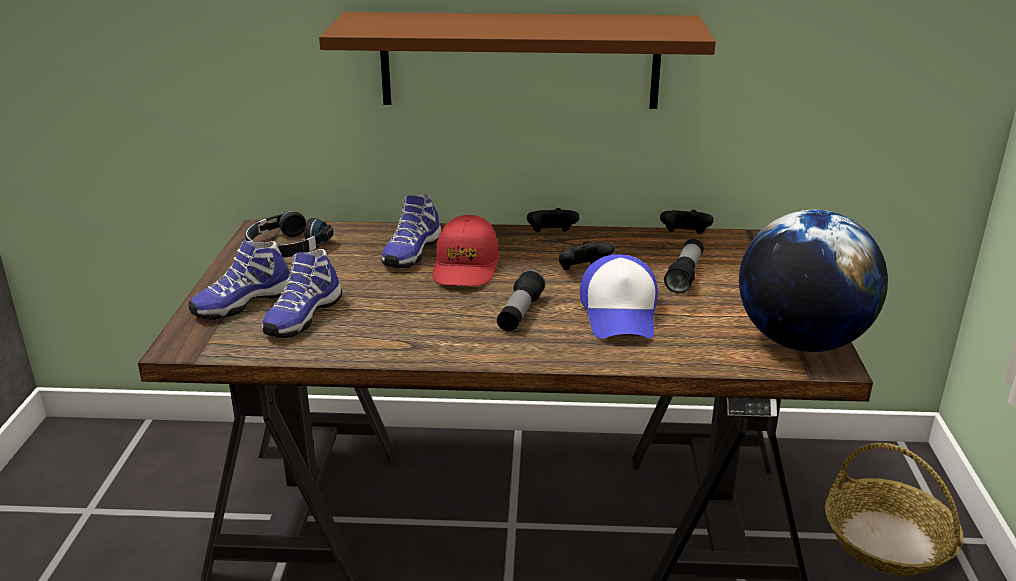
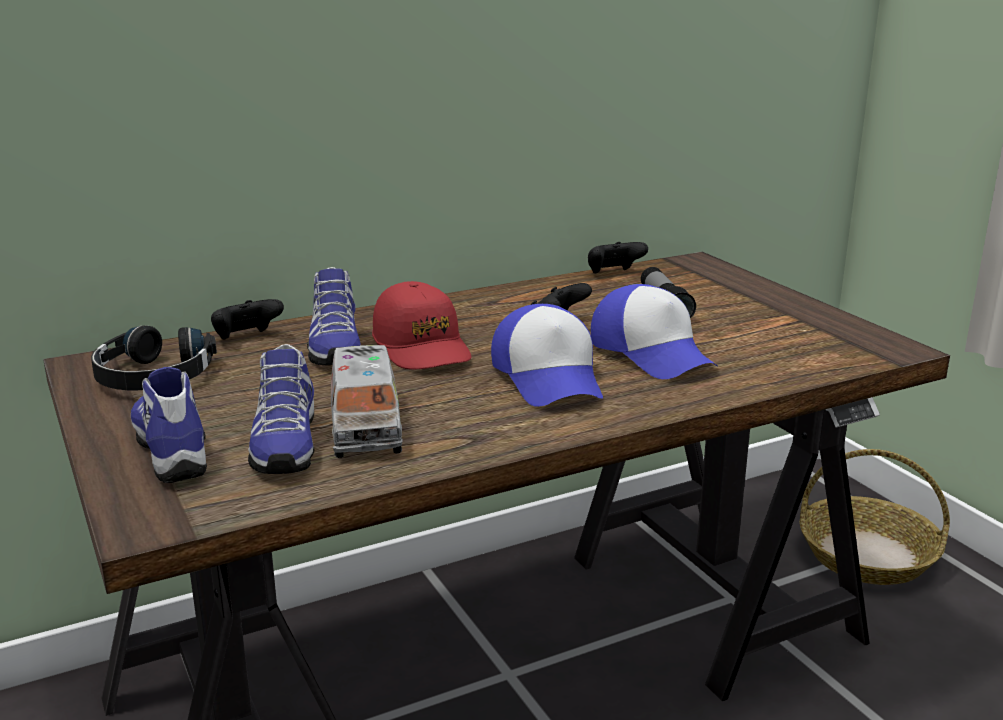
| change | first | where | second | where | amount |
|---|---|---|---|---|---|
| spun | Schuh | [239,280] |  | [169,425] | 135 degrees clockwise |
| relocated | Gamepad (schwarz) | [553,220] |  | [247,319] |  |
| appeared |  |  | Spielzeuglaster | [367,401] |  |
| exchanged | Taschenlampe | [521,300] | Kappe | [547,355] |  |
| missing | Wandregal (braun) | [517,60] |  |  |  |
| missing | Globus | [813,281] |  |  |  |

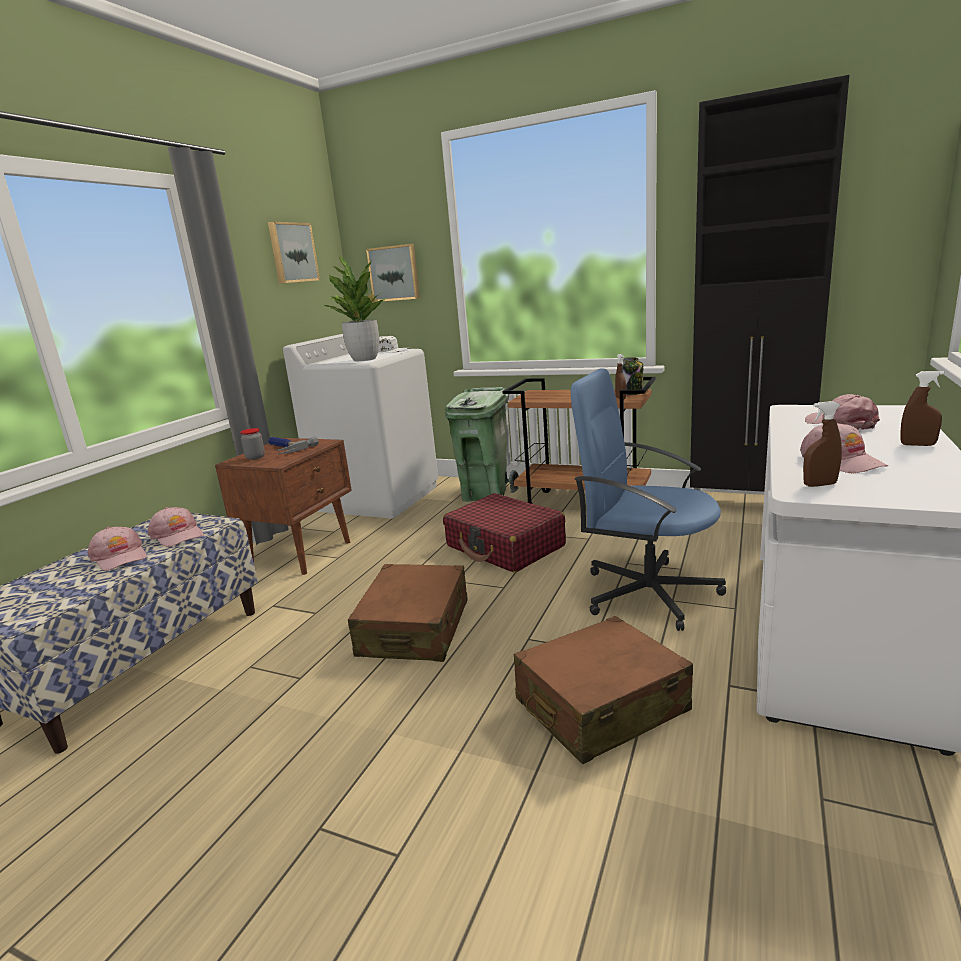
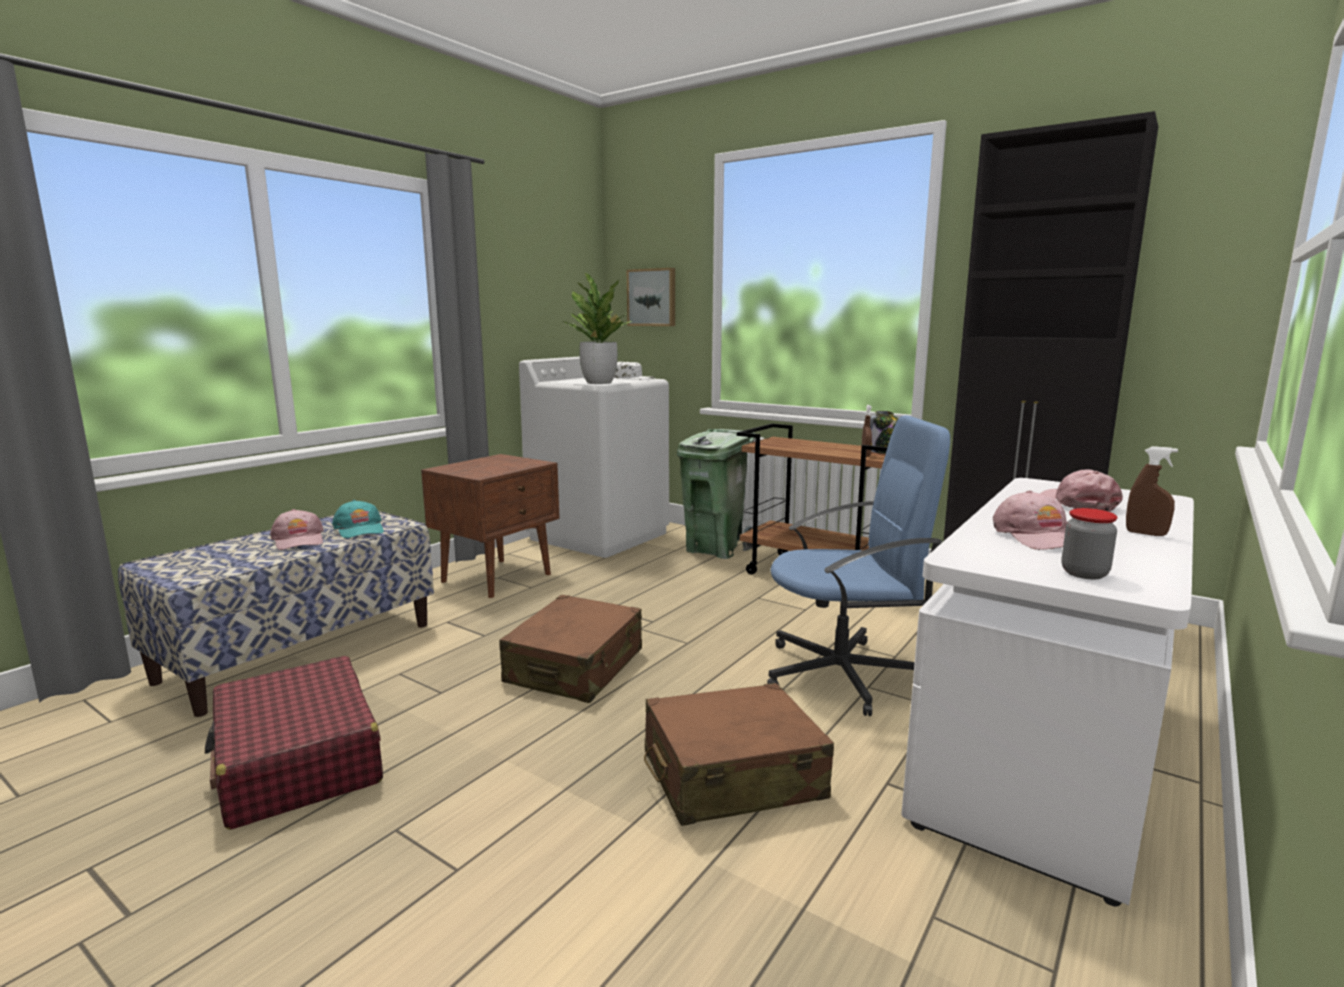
| change | first | where | second | where | amount |
|---|---|---|---|---|---|
| relocated | Koffer (rot) | [504,533] |  | [294,743] |  |
| colour | Kappe (rosa) | [176,527] | Kappe (türkis) | [358,519] |  |
| spun | Bürostuhl (blau) | [648,499] |  | [858,565] | 135 degrees clockwise |
| relocated | Vorratsglas | [252,444] |  | [1089,543] |  |
| missing | Bild | [294,252] |  |  |  |
| missing | Hammer | [293,445] |  |  |  |
| missing | Sprühflasche (braun) | [822,444] |  |  |  |

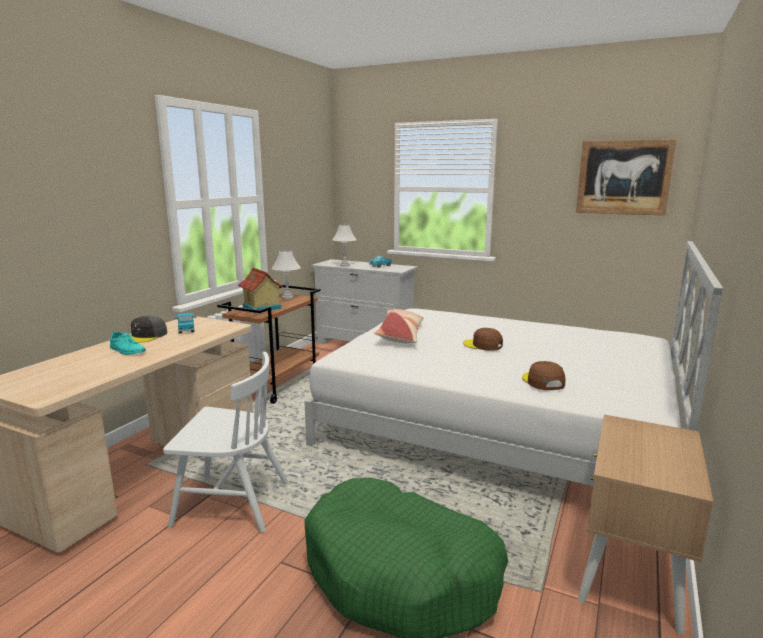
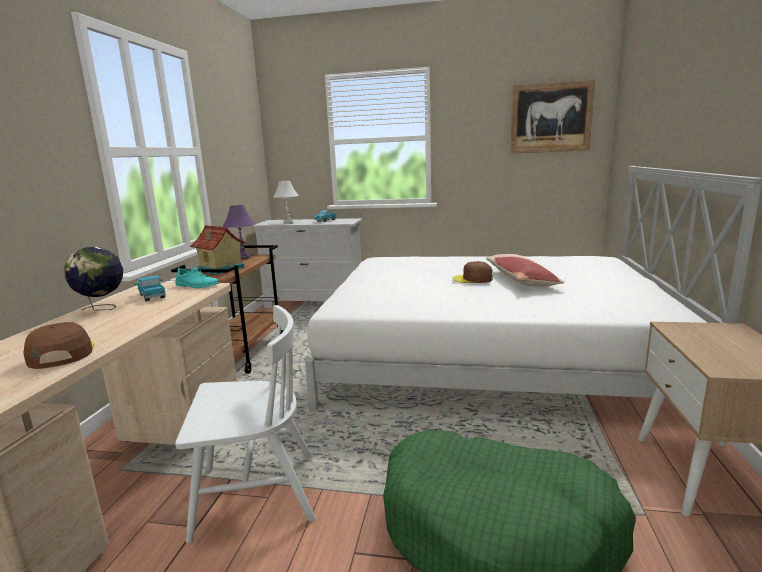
| change | first | where | second | where | amount |
|---|---|---|---|---|---|
| relocated | Kappe (braun) | [544,375] |  | [58,345] |  |
| exchanged | Kappe (grau) | [149,329] | Globus | [93,279] |  |
| relocated | Schuh (türkis) | [128,343] |  | [197,278] |  |
| colour | Tischlampe (weiß) | [286,275] | Tischlampe (lila) | [239,232] |  |
| relocated | Kissen | [399,326] |  | [525,270] |  |

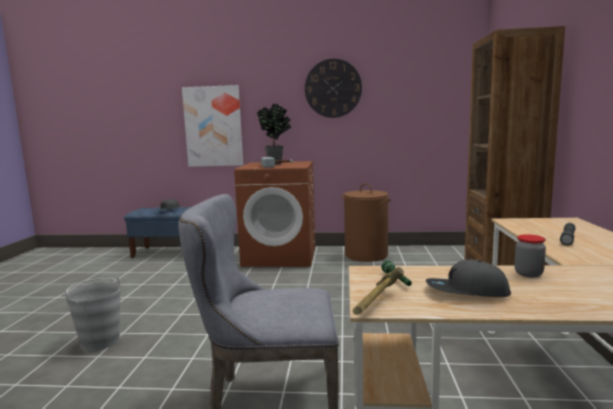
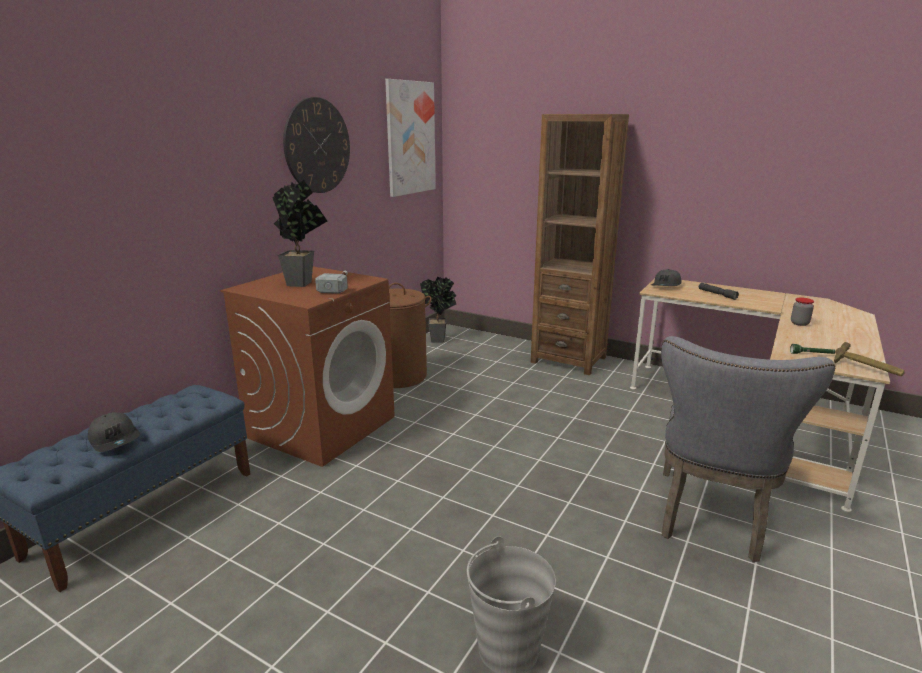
| change | first | where | second | where | amount |
|---|---|---|---|---|---|
| relocated | Bild | [212,126] |  | [410,138] |  |
| appeared |  |  | Topfpflanze | [438,310] |  |
| relocated | Kappe (grau) | [468,278] |  | [666,277] |  |

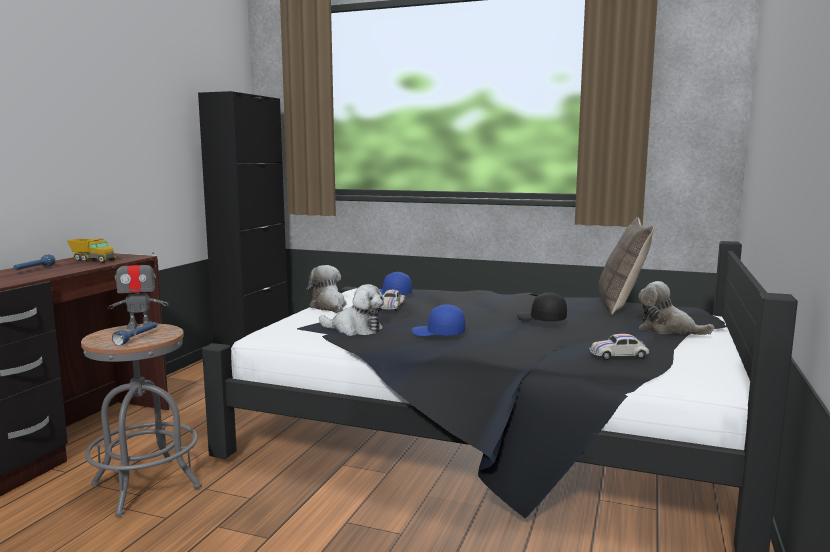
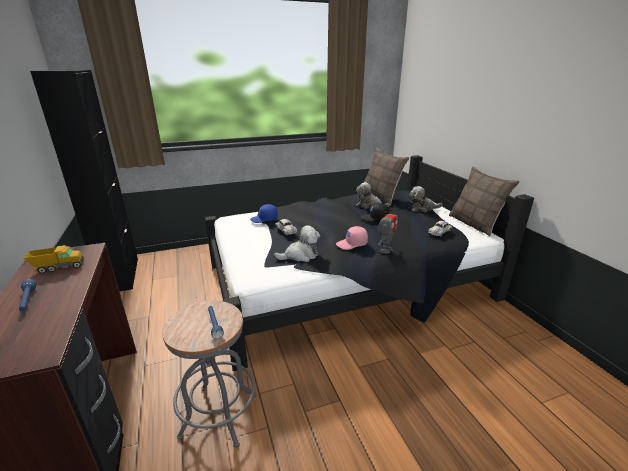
| change | first | where | second | where | amount |
|---|---|---|---|---|---|
| colour | Kappe (blau) | [438,320] | Kappe (rosa) | [352,238] |  |
| relocated | Plüschtier | [326,289] |  | [373,195] |  |
| relocated | Spielzeugroboter | [138,291] |  | [388,230] |  |
| appeared |  |  | Kissen | [484,201] |  |

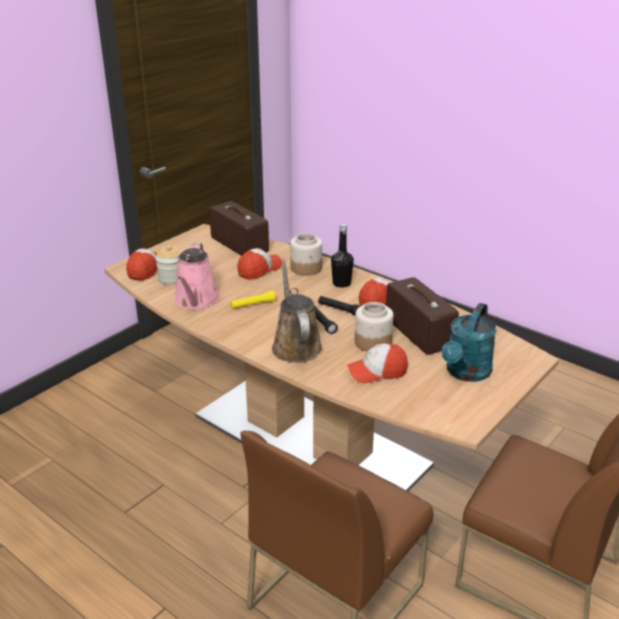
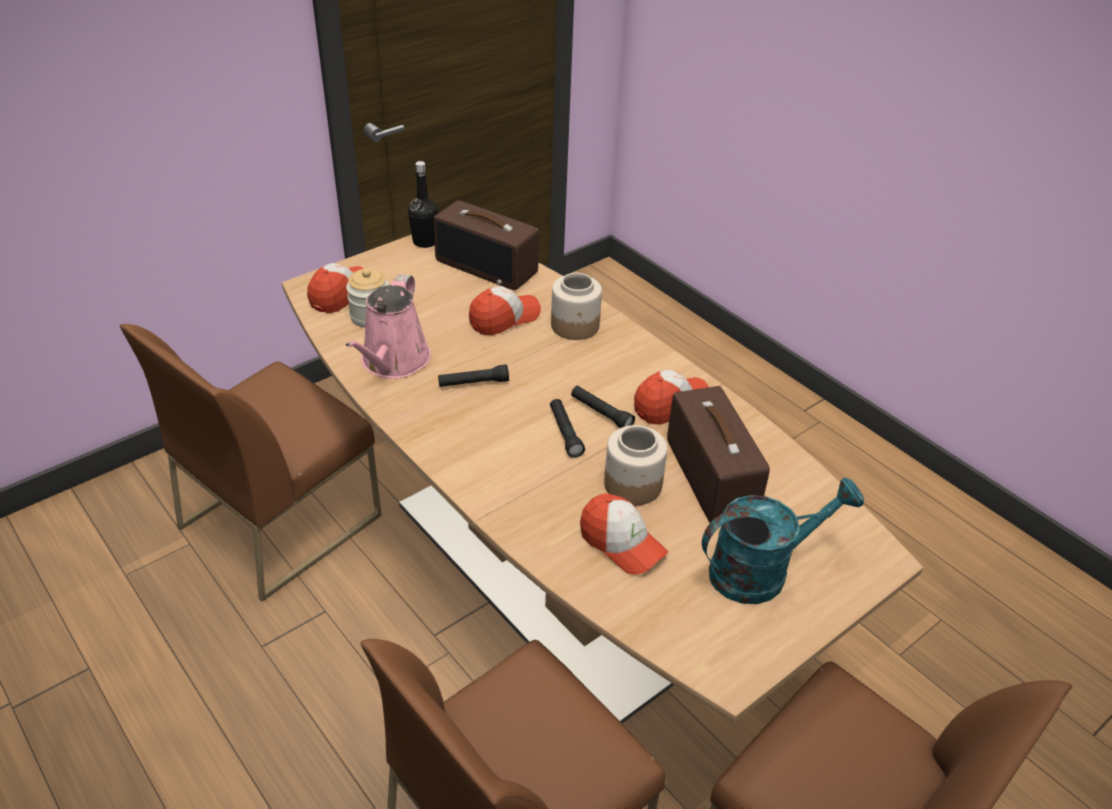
| change | first | where | second | where | amount |
|---|---|---|---|---|---|
| appeared |  |  | Stuhl (braun) | [251,462] |  |
| relocated | Flasche (schwarz) | [342,255] |  | [423,204] |  |
| spun | Radio | [239,228] |  | [486,245] | 150 degrees clockwise |
| colour | Taschenlampe (gelb) | [253,299] | Taschenlampe (schwarz) | [473,375] |  |
| spun | Kappe | [377,363] |  | [624,534] | 135 degrees counterclockwise |
| spun | Gießkanne (türkis) | [469,342] |  | [783,540] | 150 degrees counterclockwise |
| missing | Gießkanne (braun) | [297,311] |  |  |  |

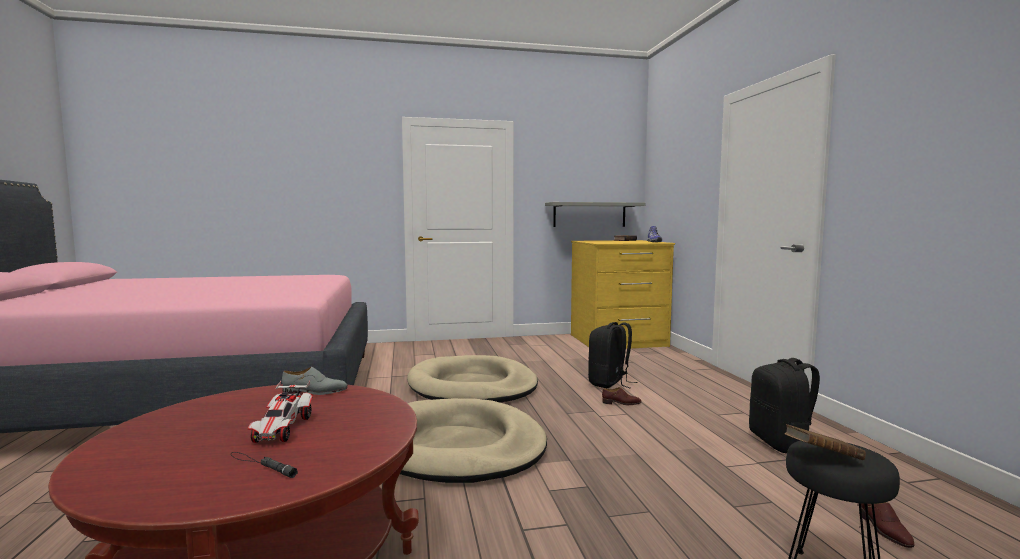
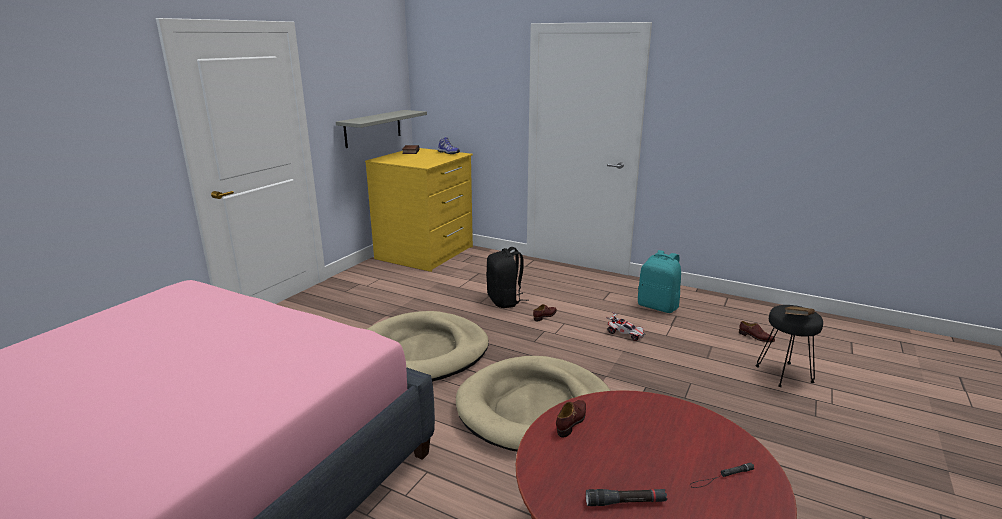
| change | first | where | second | where | amount |
|---|---|---|---|---|---|
| colour | Schuh (grau) | [315,381] | Schuh (braun) | [571,419] |  |
| appeared |  |  | Taschenlampe (schwarz) | [626,497] |  |
| relocated | Spielzeugauto | [280,411] |  | [626,326] |  |
| colour | Rucksack (schwarz) | [784,406] | Rucksack (türkis) | [659,281] |  |

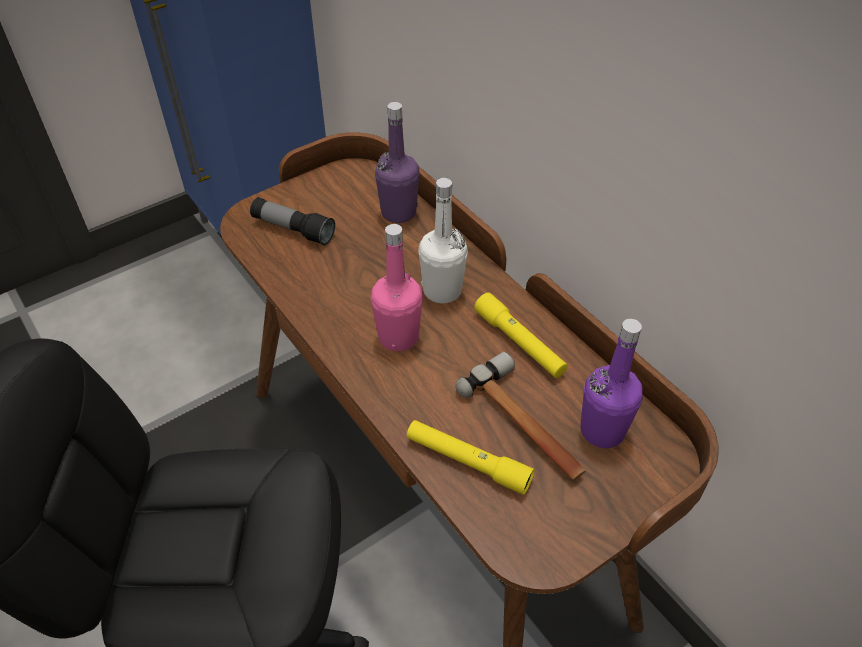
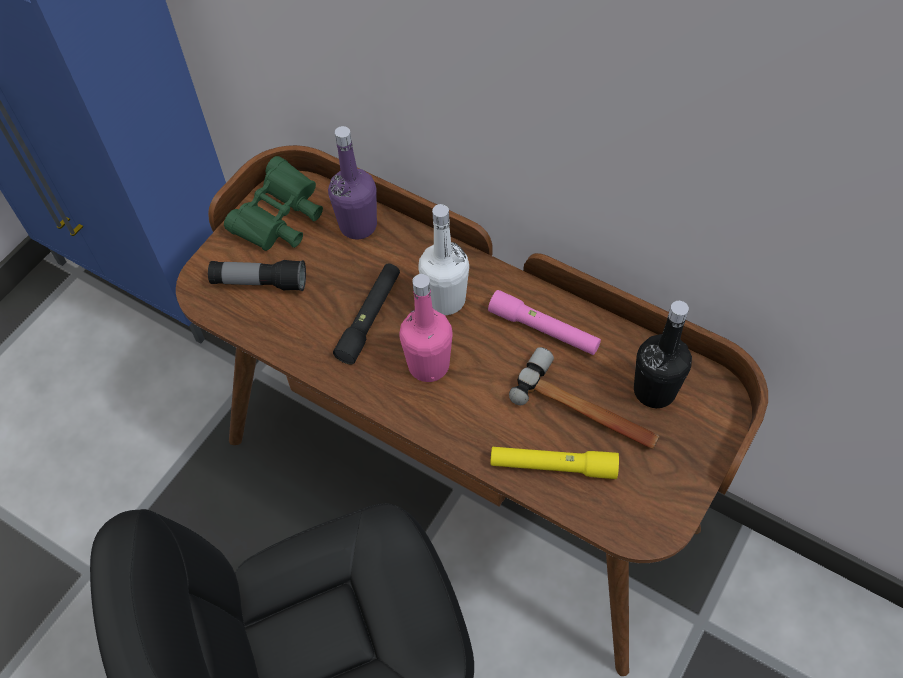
| change | first | where | second | where | amount |
|---|---|---|---|---|---|
| appeared |  |  | Fernglas (grün) | [273,203] |  |
| appeared |  |  | Taschenlampe (schwarz) | [366,314] |  |
| colour | Taschenlampe (gelb) | [521,335] | Taschenlampe (rosa) | [544,322] |  |
| colour | Flasche (lila) | [611,383] | Flasche (schwarz) | [663,354] |  |

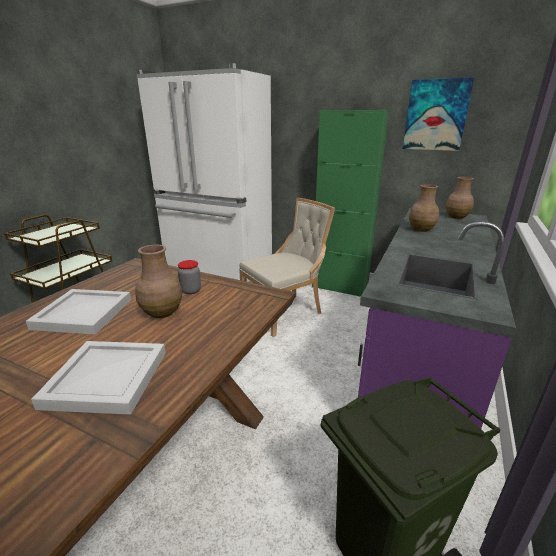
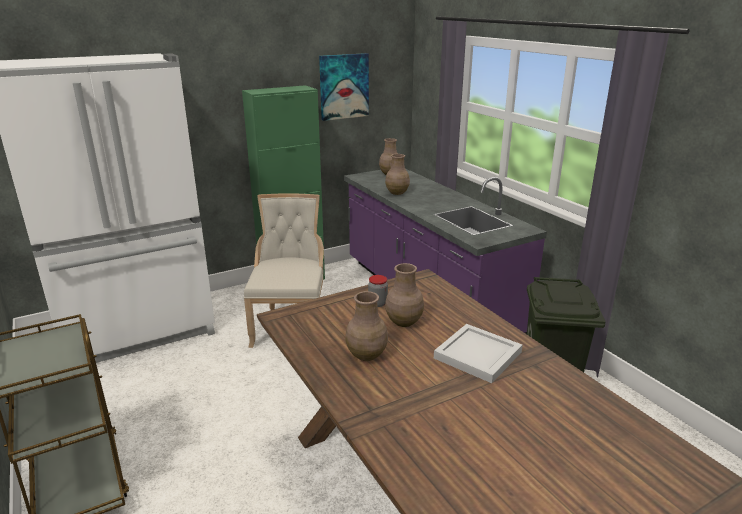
| change | first | where | second | where | amount |
|---|---|---|---|---|---|
| exchanged | Tablett (weiß) | [78,312] | Vase (braun) | [366,326] |  |

